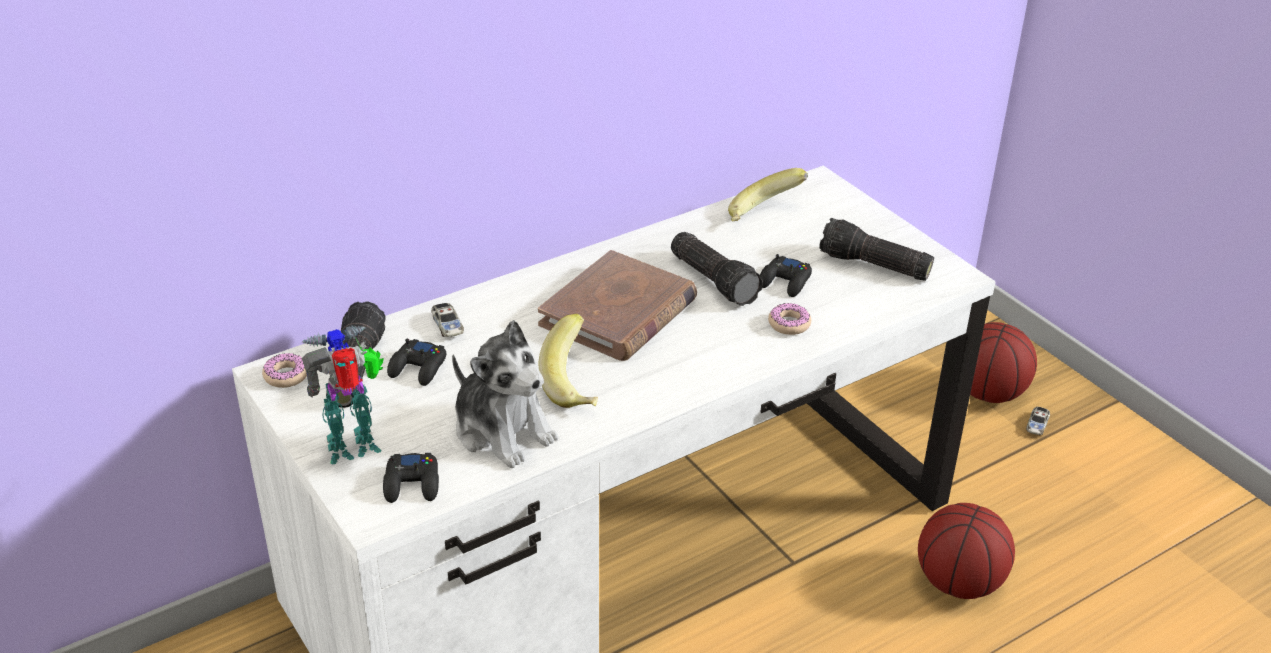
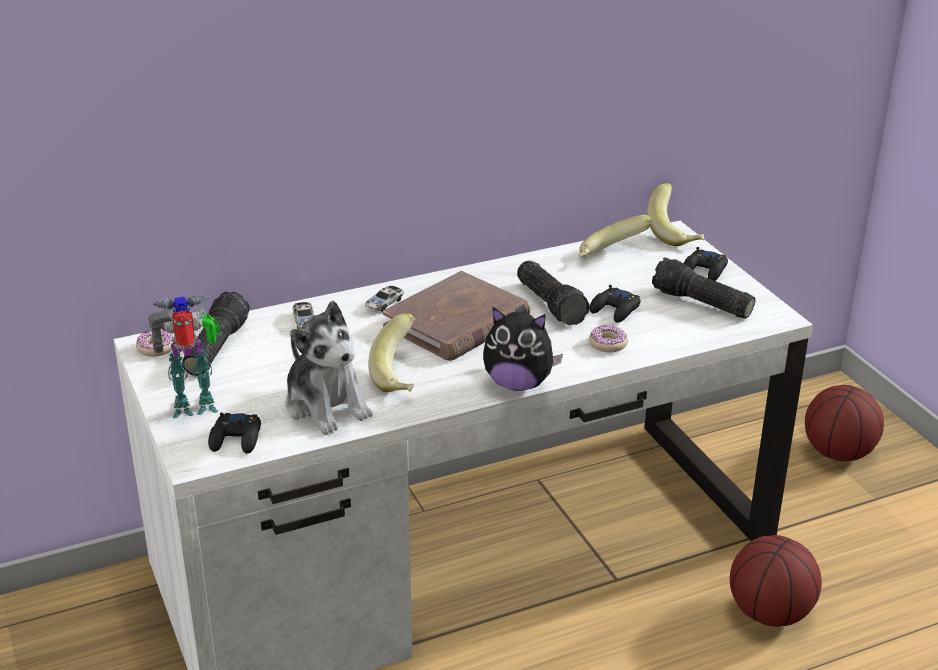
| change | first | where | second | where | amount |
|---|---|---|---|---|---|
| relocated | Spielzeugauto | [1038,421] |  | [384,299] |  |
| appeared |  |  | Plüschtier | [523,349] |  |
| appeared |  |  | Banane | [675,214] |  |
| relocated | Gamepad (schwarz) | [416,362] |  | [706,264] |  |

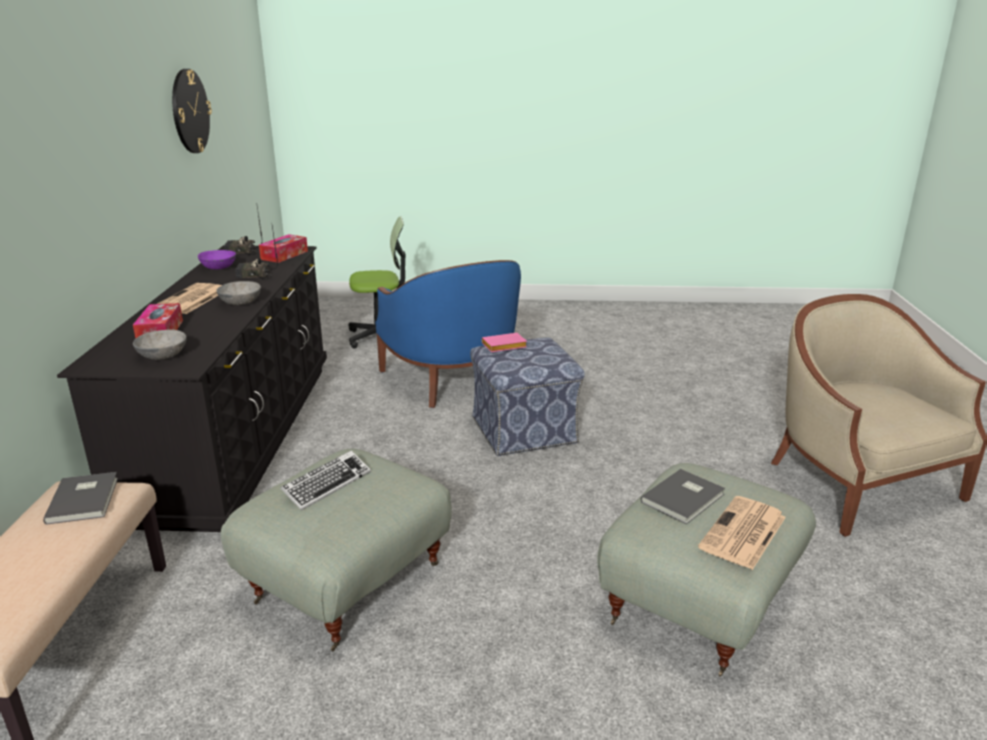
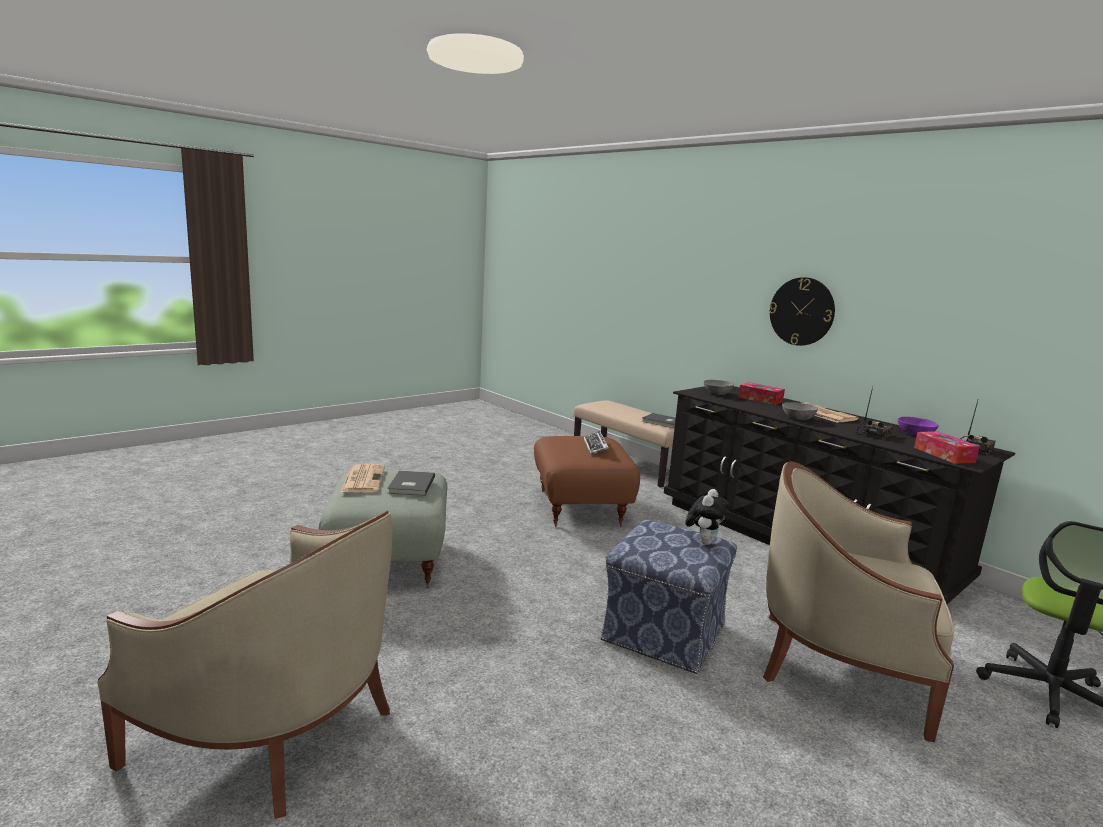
| change | first | where | second | where | amount |
|---|---|---|---|---|---|
| colour | Polsterhocker (grau) | [336,550] | Polsterhocker (braun) | [587,481] |  |
| exchanged | Buch (rosa) | [504,342] | Plüschtier | [707,517] |  |
| colour | Sessel (blau) | [448,334] | Sessel (beige) | [858,602] |  |
| relocated | Wanduhr | [192,111] |  | [802,311] |  |

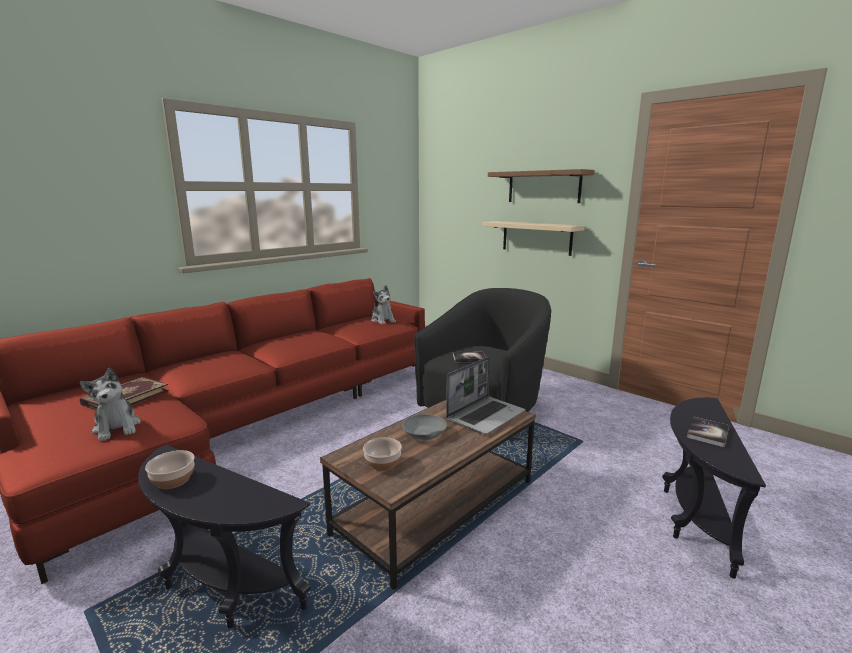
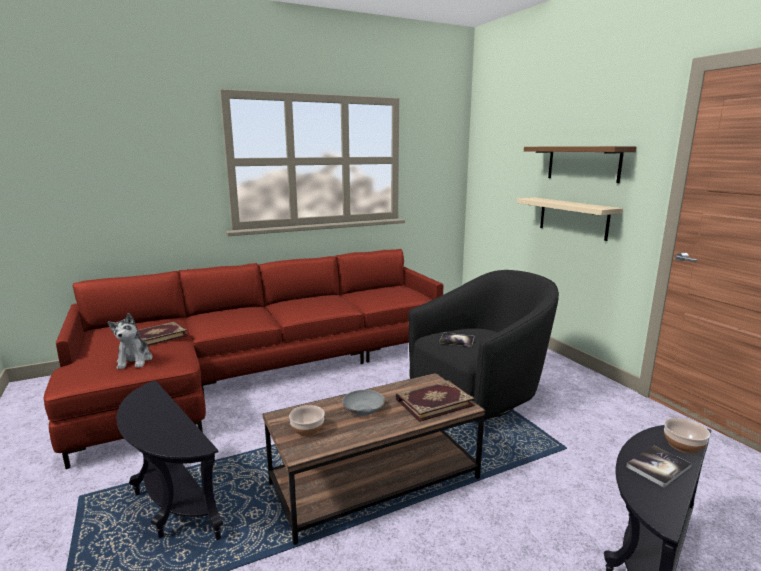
| change | first | where | second | where | amount |
|---|---|---|---|---|---|
| exchanged | Laptop | [485,395] | Buch | [435,401] |  |
| relocated | Schüssel | [170,469] |  | [687,435] |  |
| missing | Plüschtier | [383,305] |  |  |  |

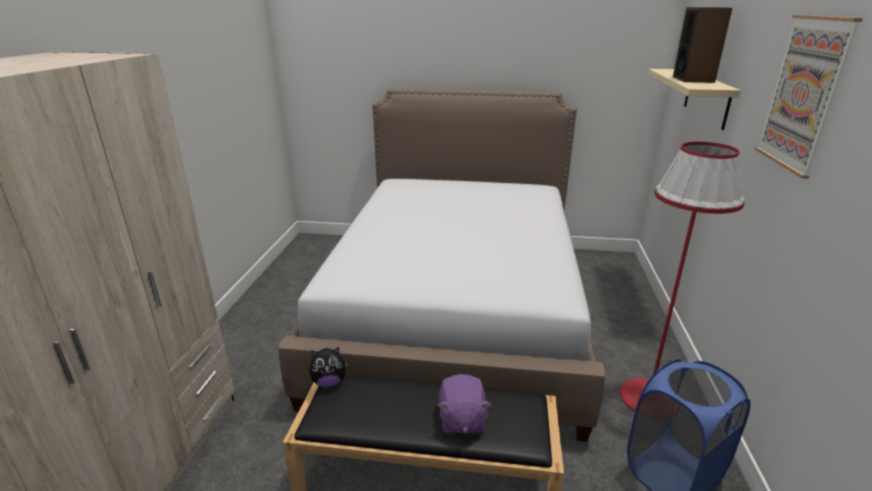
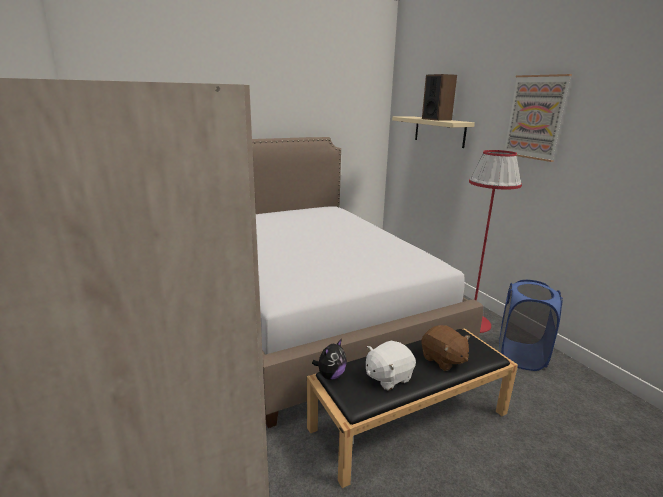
| change | first | where | second | where | amount |
|---|---|---|---|---|---|
| appeared |  |  | Plüschtier (weiß) | [391,366] |  |
| colour | Plüschtier (lila) | [464,404] | Plüschtier (braun) | [445,348] |  |

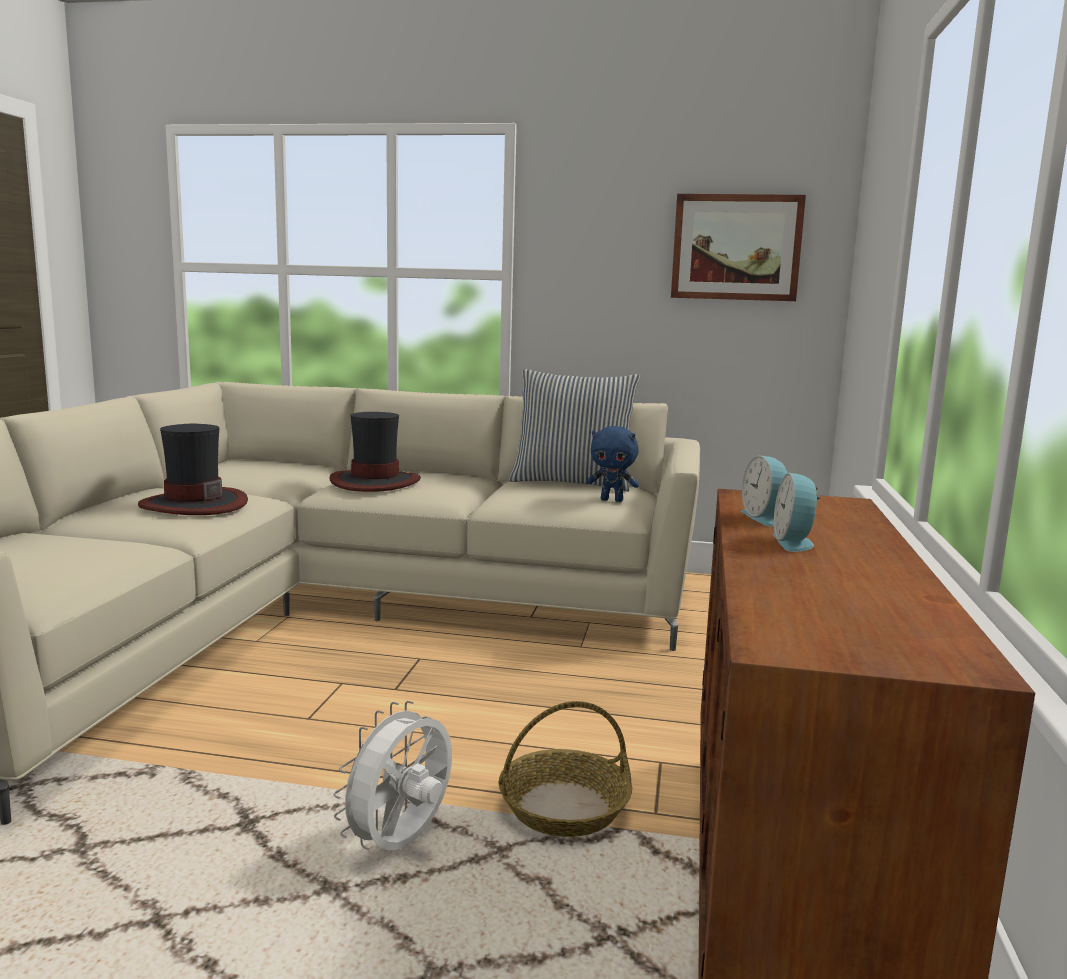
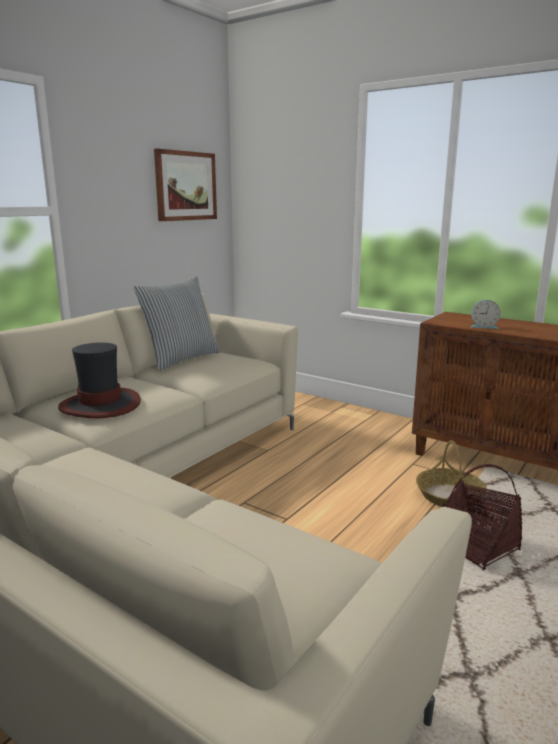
| change | first | where | second | where | amount |
|---|---|---|---|---|---|
| exchanged | Ventilator (weiß) | [392,775] | Korb | [482,517] |  |
| missing | Hut | [193,469] |  |  |  |
| missing | Plüschtier (blau) | [613,464] |  |  |  |
| missing | Wecker | [796,512] |  |  |  |

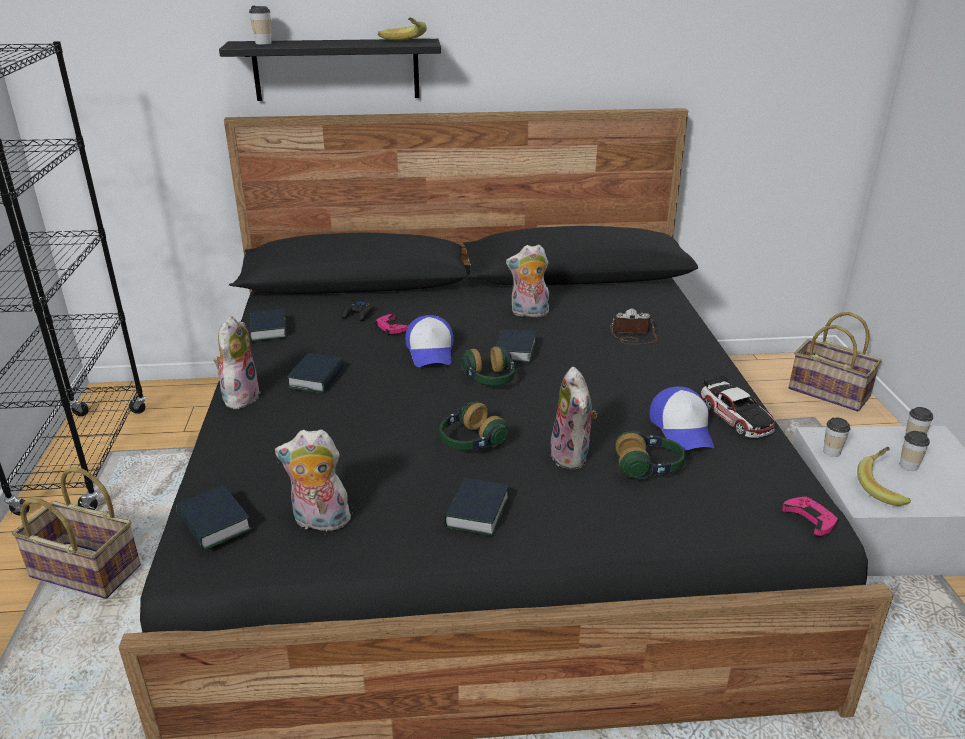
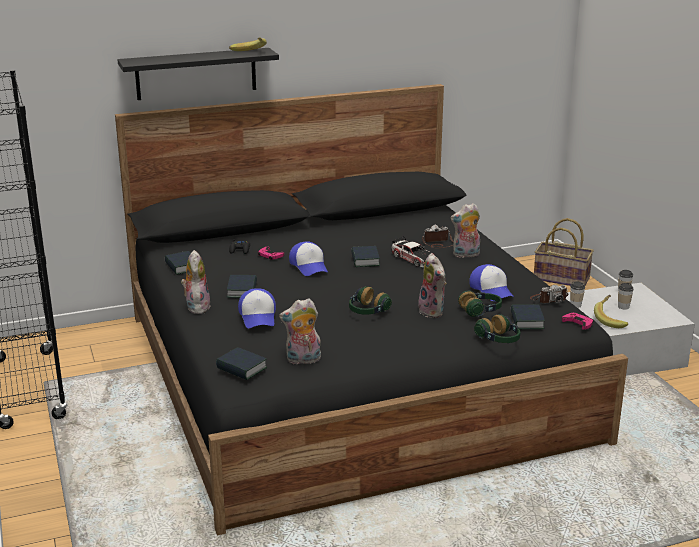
| change | first | where | second | where | amount |
|---|---|---|---|---|---|
| appeared |  |  | Kappe | [257,308] |  |
| relocated | Spielzeugauto | [738,406] |  | [412,252] |  |
| relocated | Plüschtier | [527,280] |  | [465,230] |  |
| relocated | Kopfhörer | [487,366] |  | [497,328] |  |
| relocated | Buch | [477,507] |  | [528,316] |  |
| appeared |  |  | Kamera | [549,294] |  |
| missing | Korb | [76,533] |  |  |  |
| missing | Tasse | [260,25] |  |  |  |

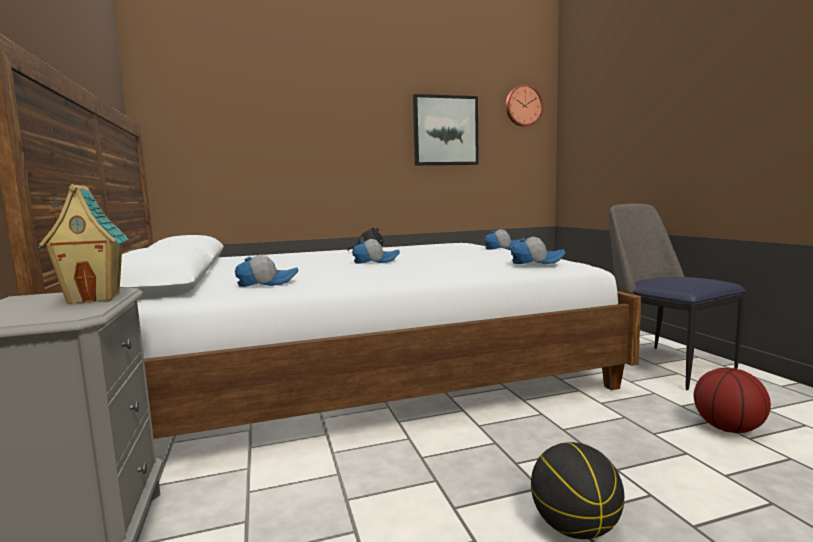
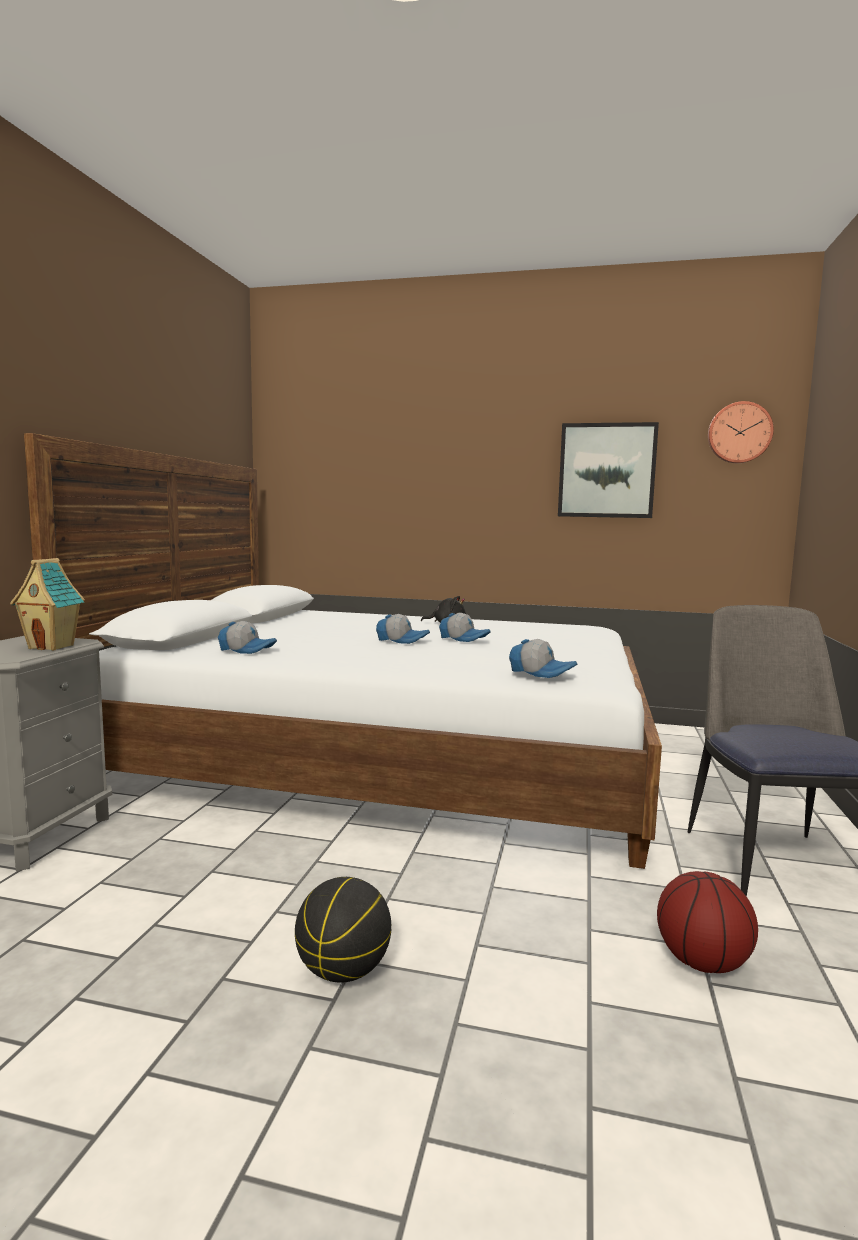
| change | first | where | second | where | amount |
|---|---|---|---|---|---|
| relocated | Kappe | [502,239] |  | [465,627] |  |

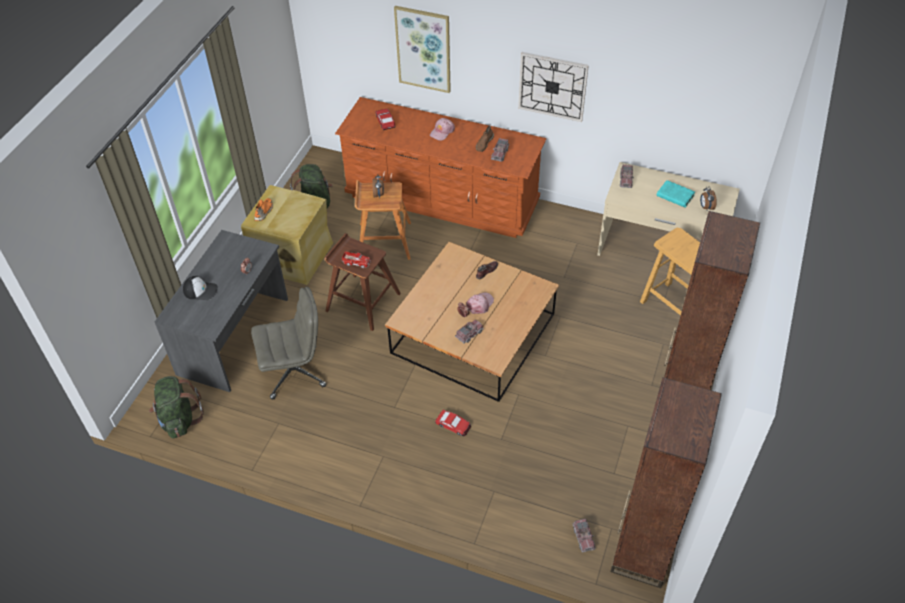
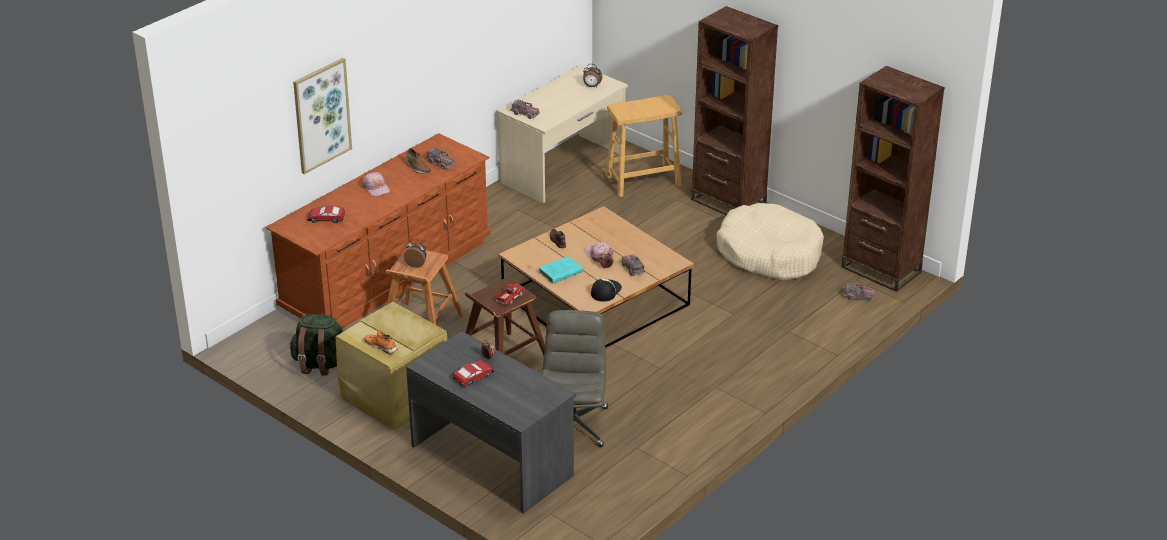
| change | first | where | second | where | amount |
|---|---|---|---|---|---|
| relocated | Spielzeugauto | [453,423] |  | [473,373] |  |
| relocated | Buch (türkis) | [675,194] |  | [560,270] |  |
| relocated | Kappe | [200,288] |  | [606,290] |  |
| appeared |  |  | Hundebett (beige) | [770,242] |  |
| missing | Rucksack (grün) | [176,407] |  |  |  |
| missing | Wanduhr | [553,87] |  |  |  |

